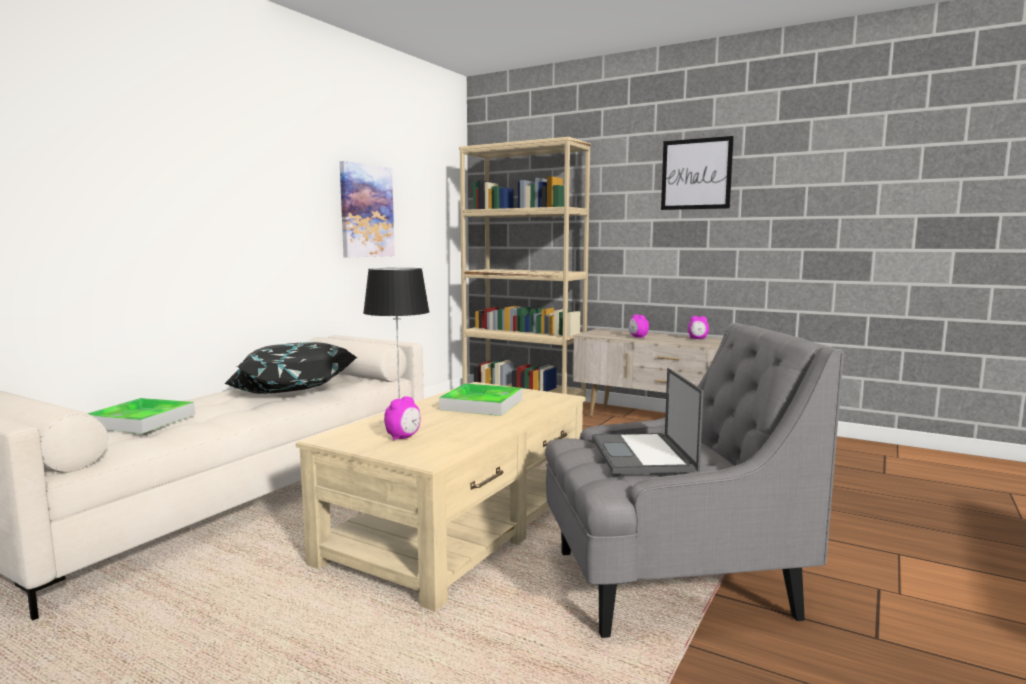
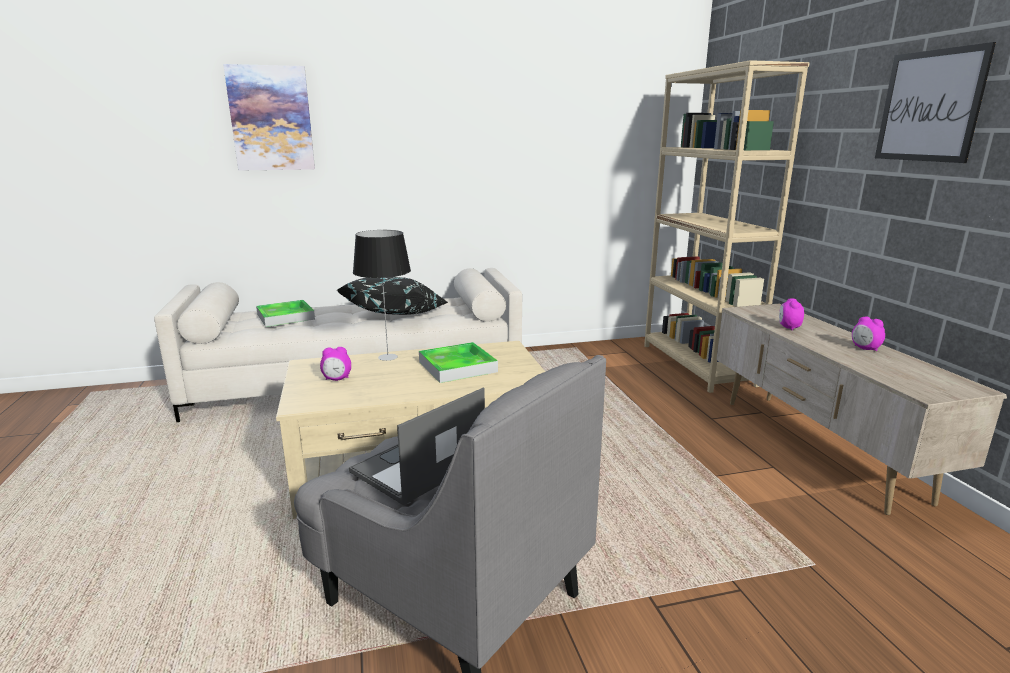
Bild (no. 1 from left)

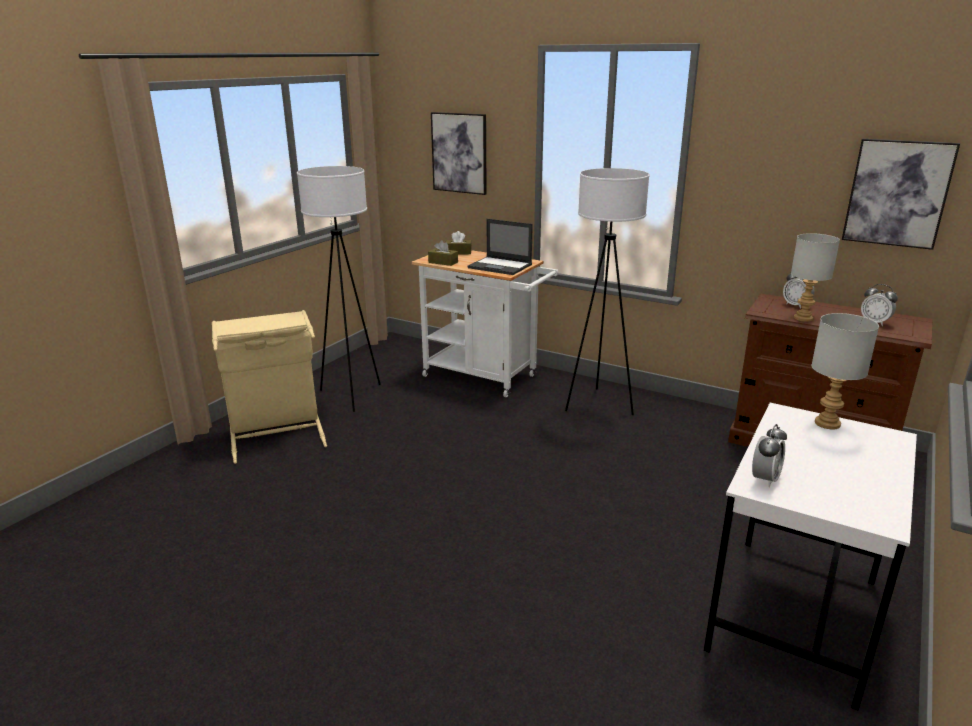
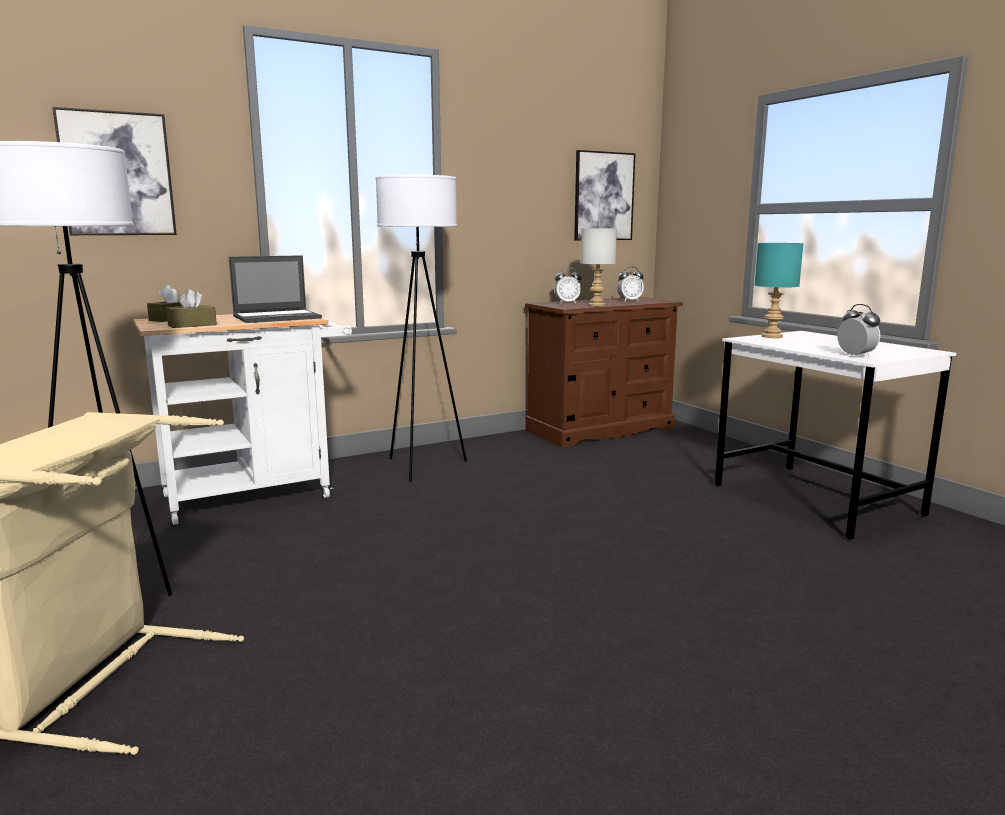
Tischlampe/türkis

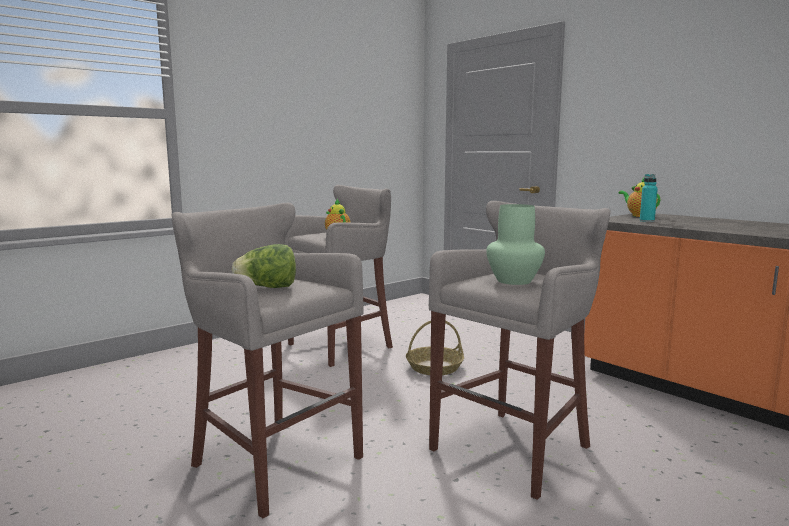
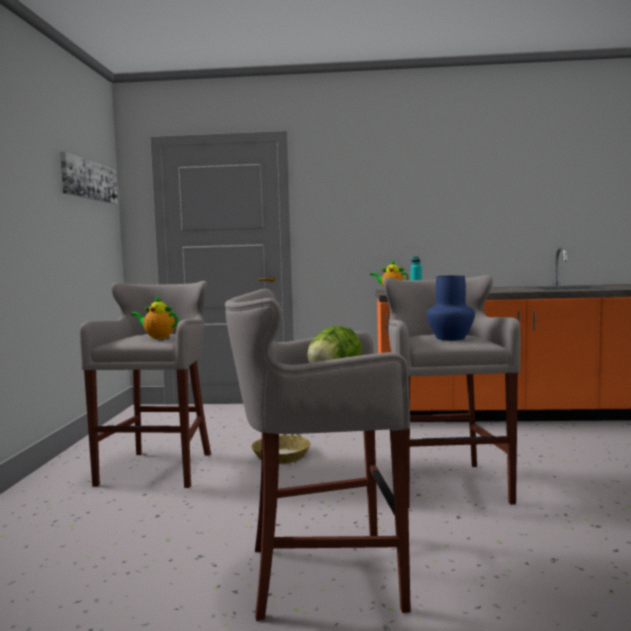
Vase/blau
Bild

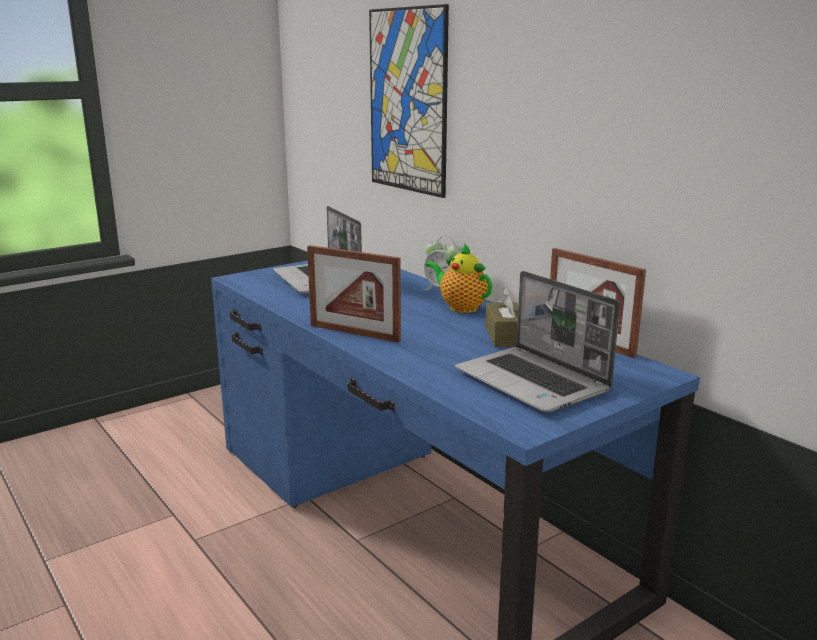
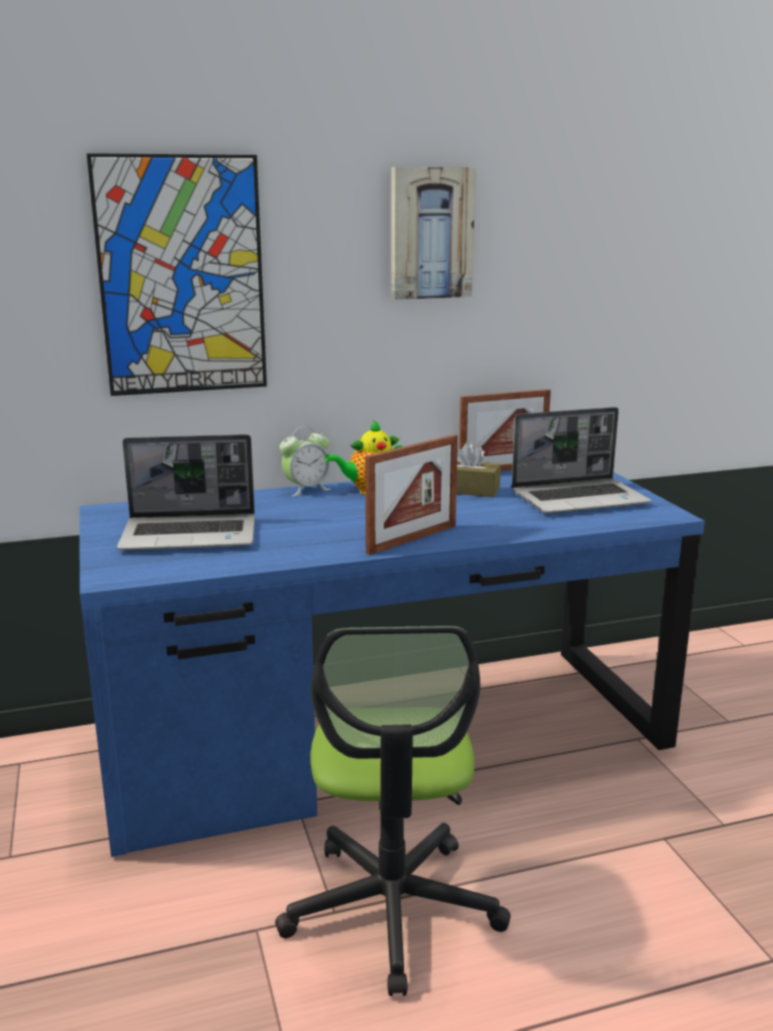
Bild (no. 2 from left)
Bürostuhl

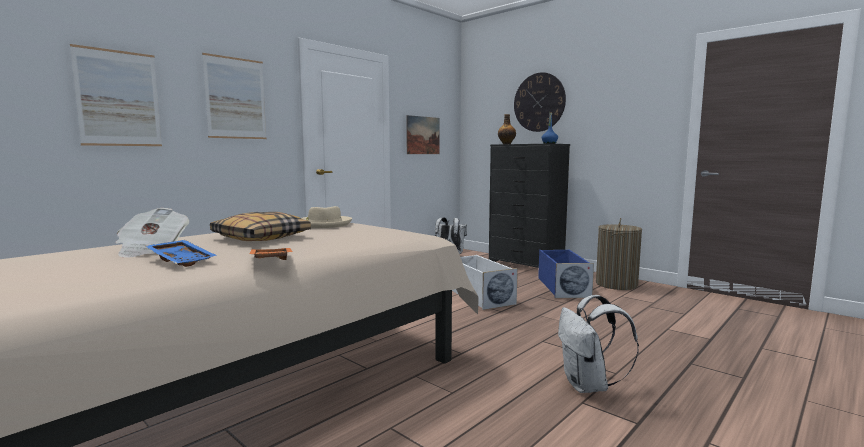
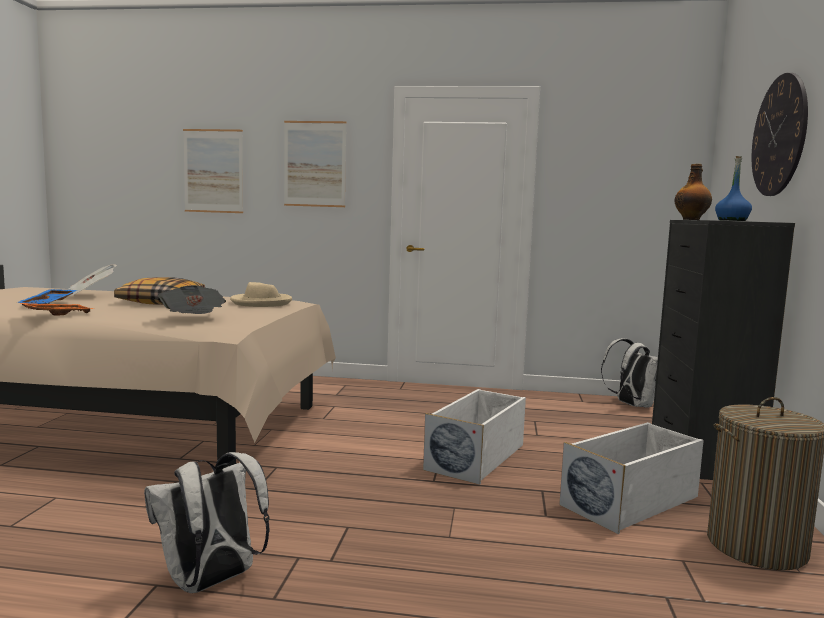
Bild (no. 3 from left in the first image)
Aufbewahrungsbox/weiß (no. 2 from left)
Zeitung (no. 2 from left)

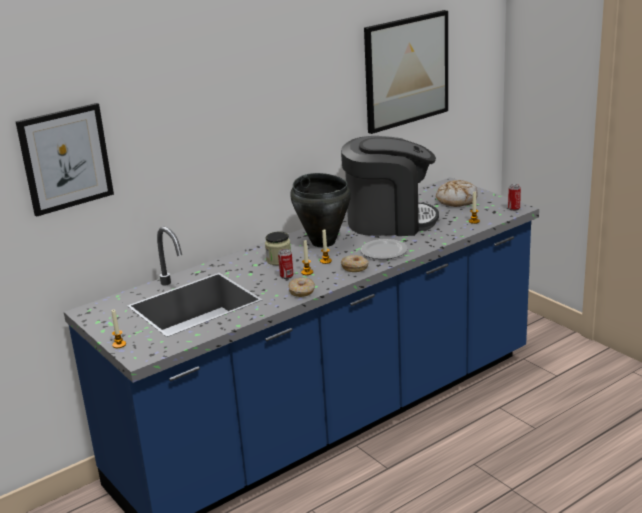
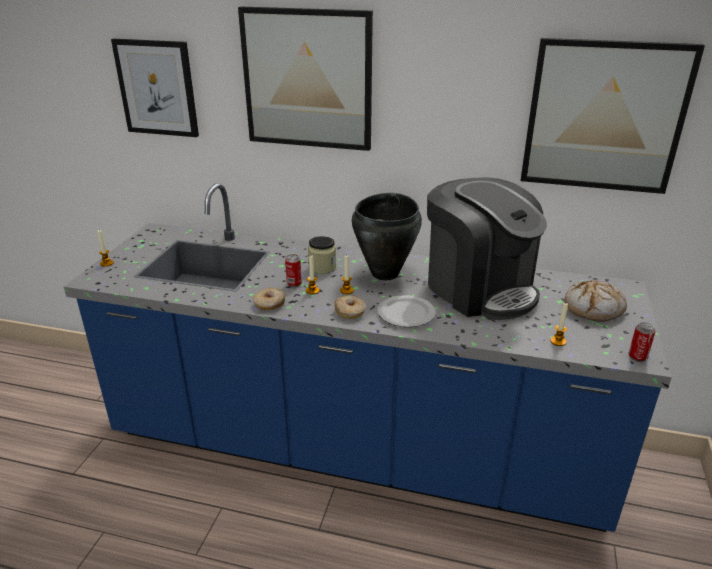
Bild (no. 2 from left)

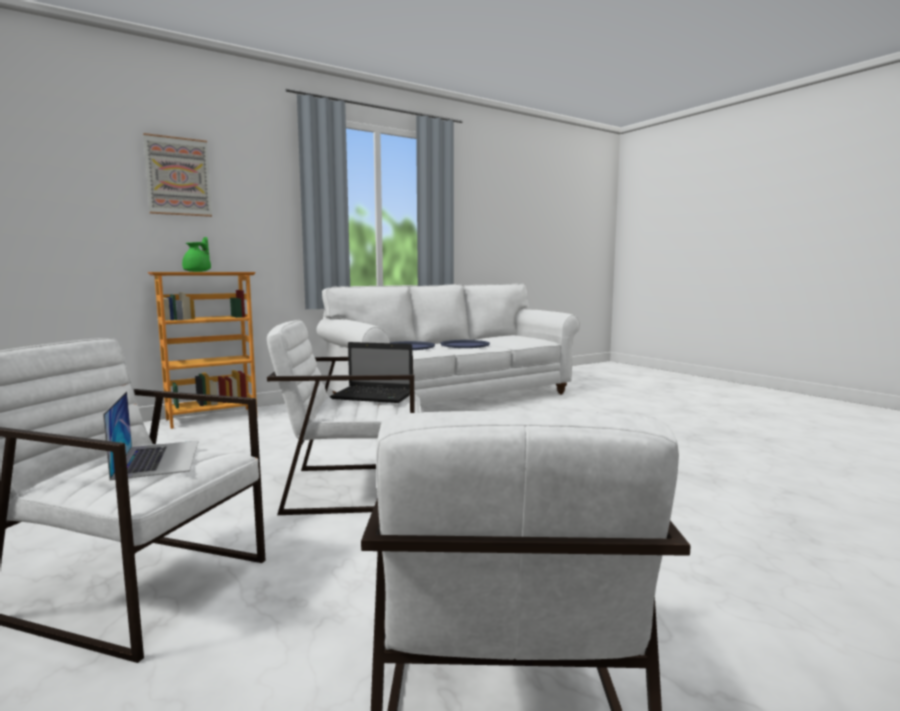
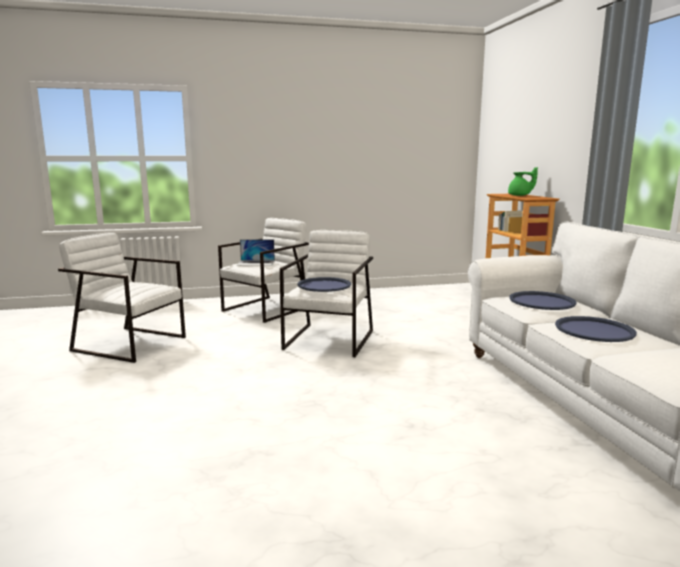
Bild
Tablett/blau (no. 1 from left)

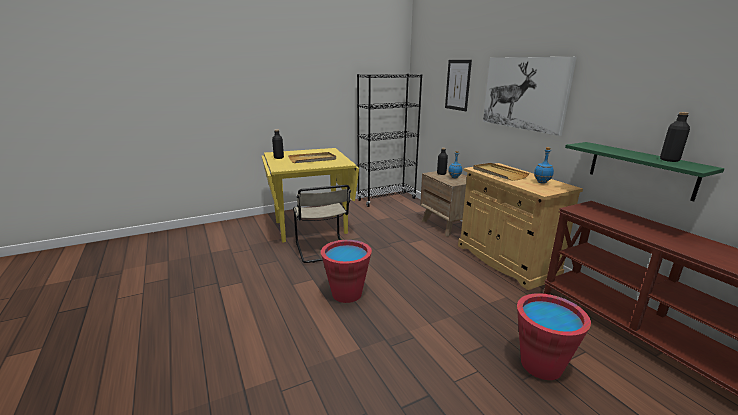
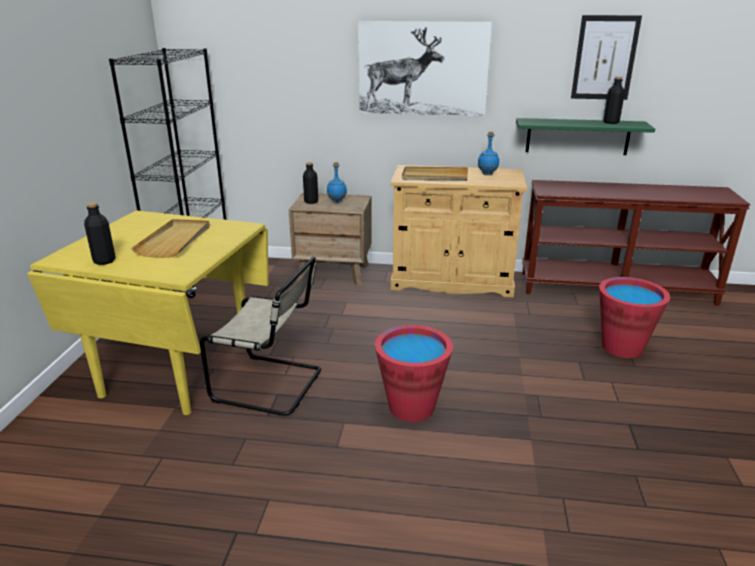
Bild (no. 2 from left)

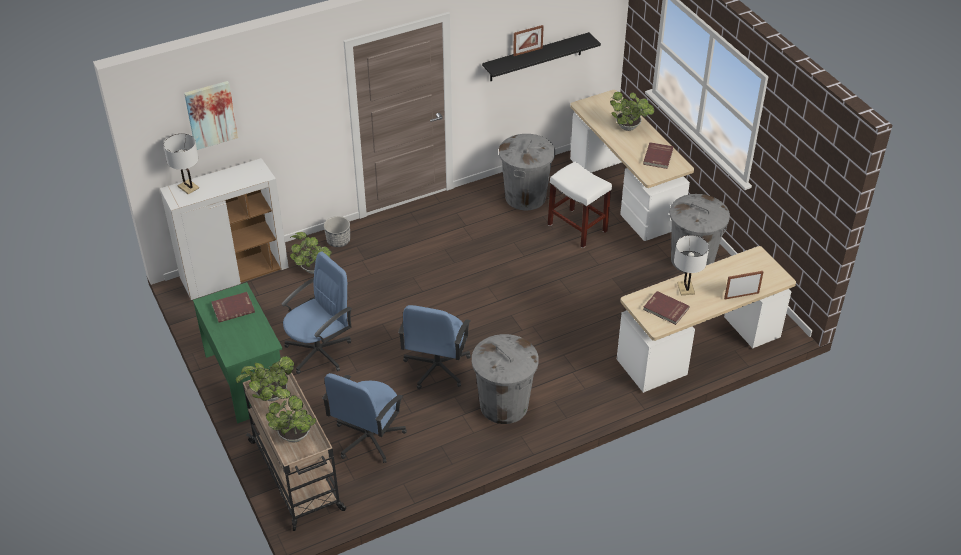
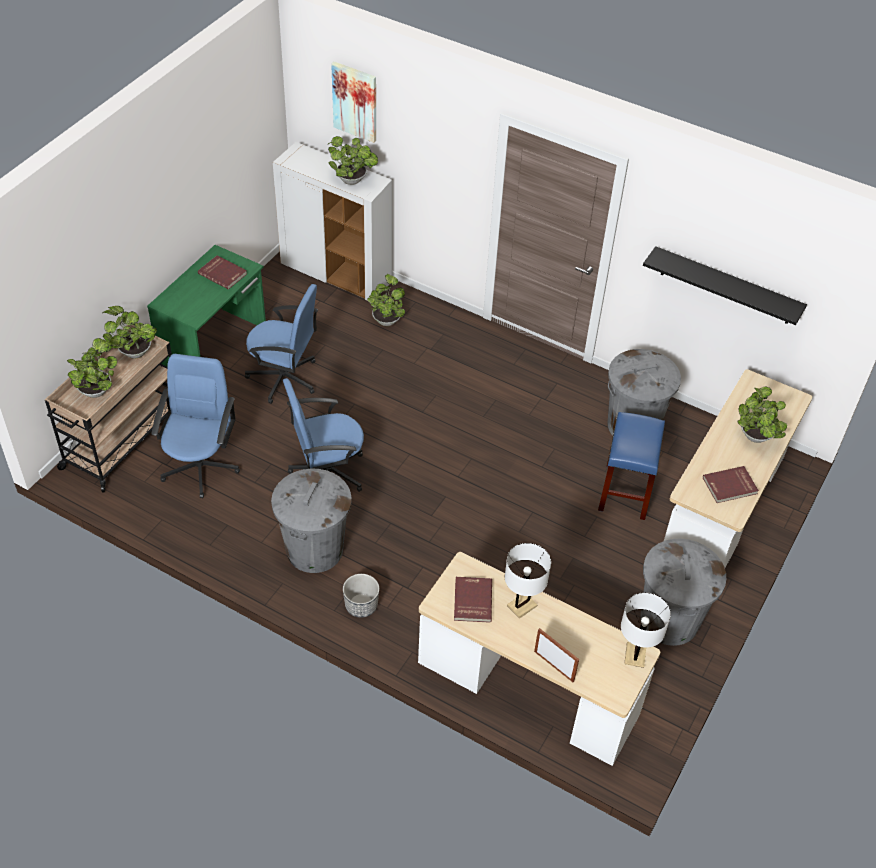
Bilderrahmen (no. 1 from left in the first image)
Tischlampe/weiß (no. 2 from left)
Hocker/blau
Pflanzkübel
Bürostuhl/blau (no. 1 from left)
Topfpflanze (no. 3 from left)

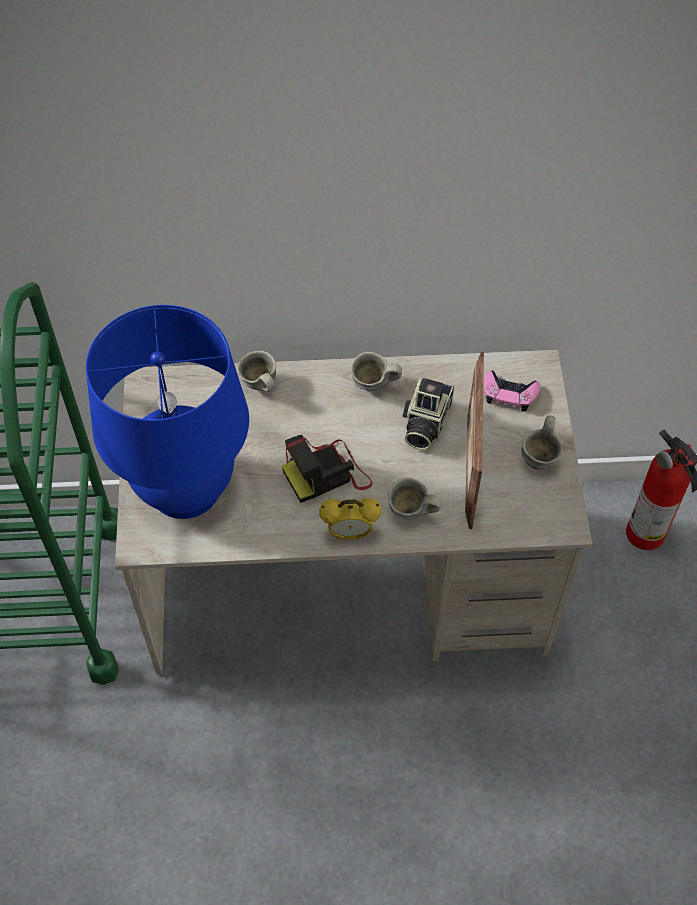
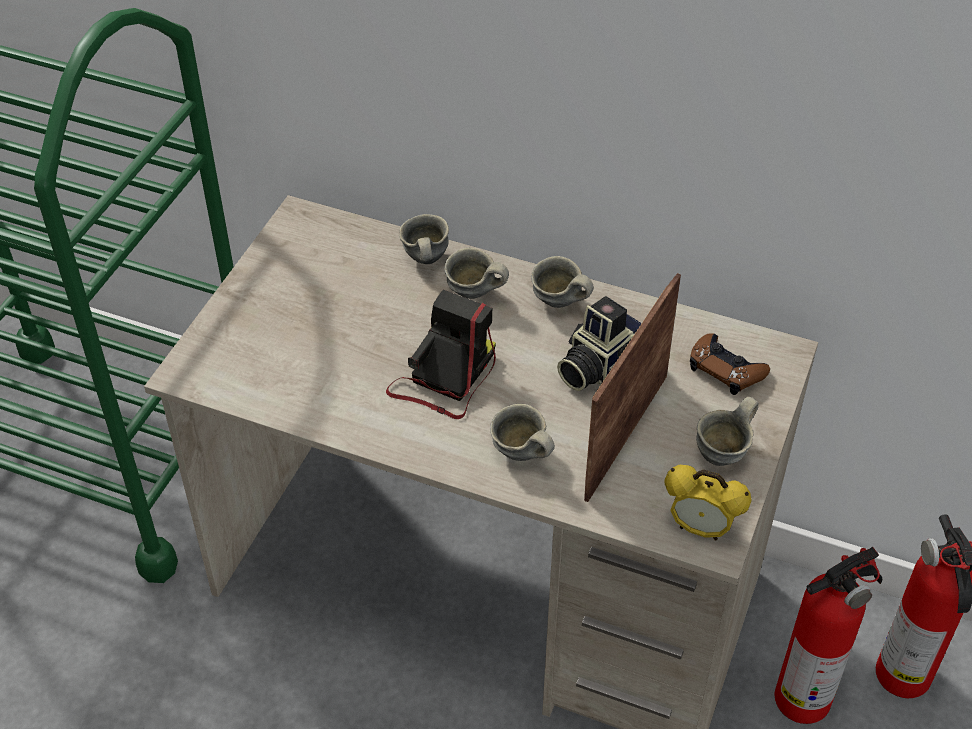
Tischlampe/blau
Gamepad/braun
Kamera (no. 1 from left)
Wecker
Henkelbecher/grau (no. 2 from left)
Feuerlöscher (no. 1 from left)

